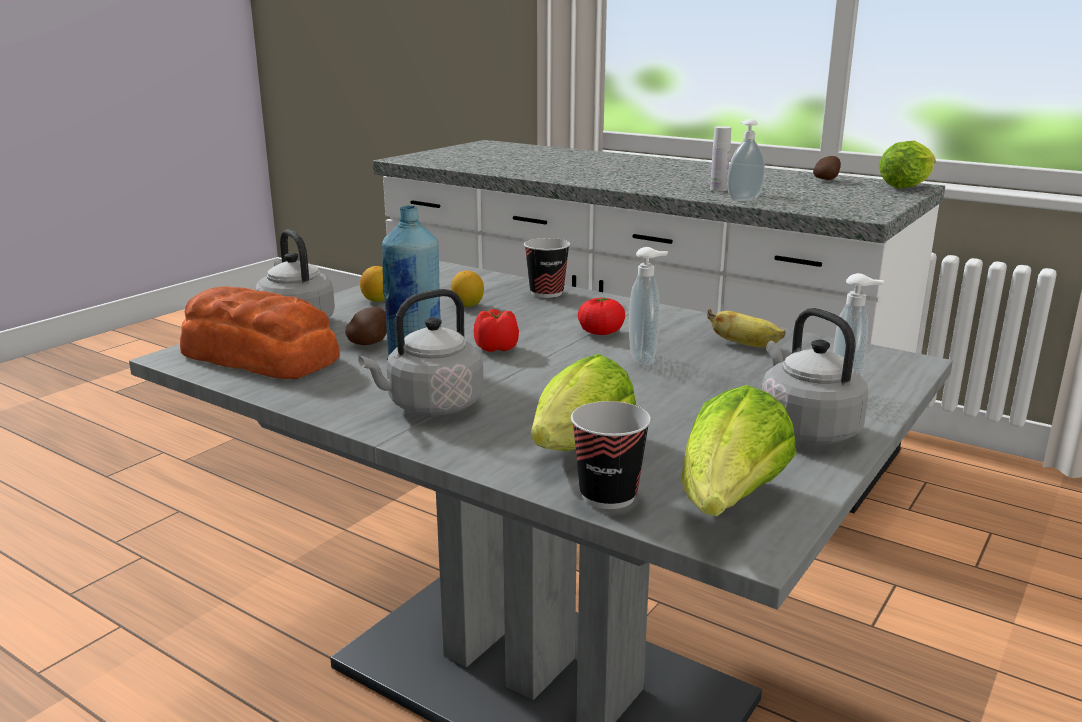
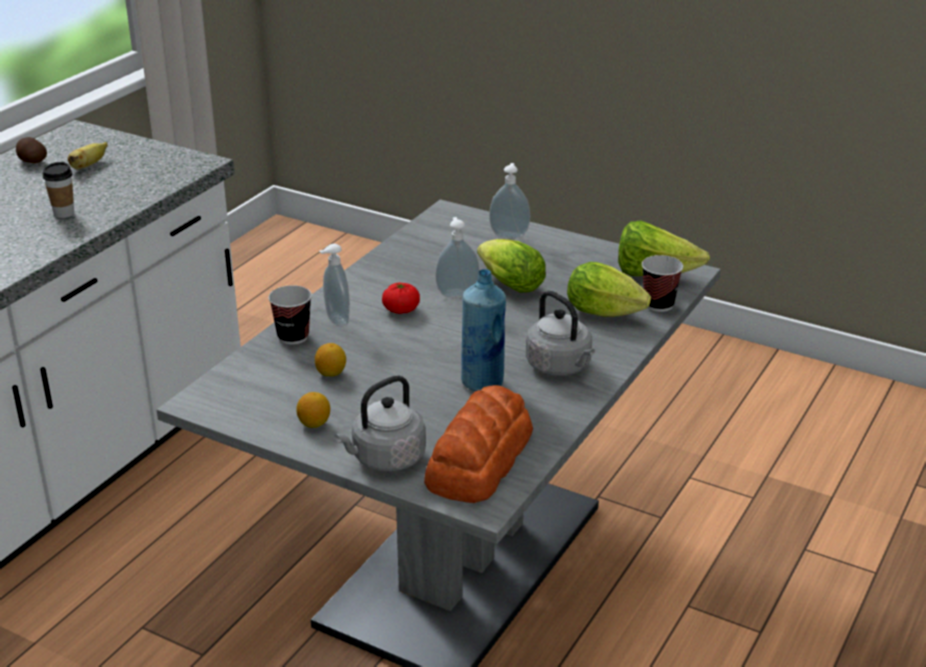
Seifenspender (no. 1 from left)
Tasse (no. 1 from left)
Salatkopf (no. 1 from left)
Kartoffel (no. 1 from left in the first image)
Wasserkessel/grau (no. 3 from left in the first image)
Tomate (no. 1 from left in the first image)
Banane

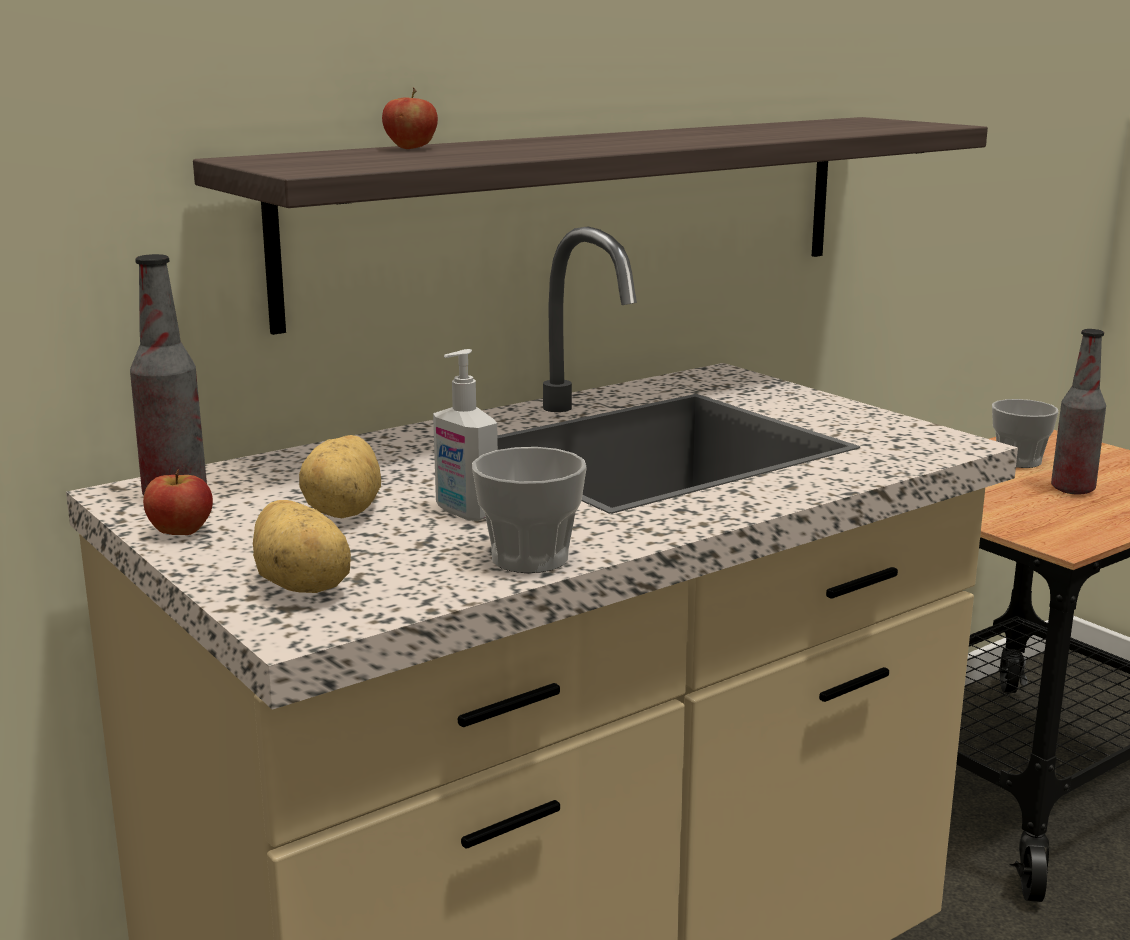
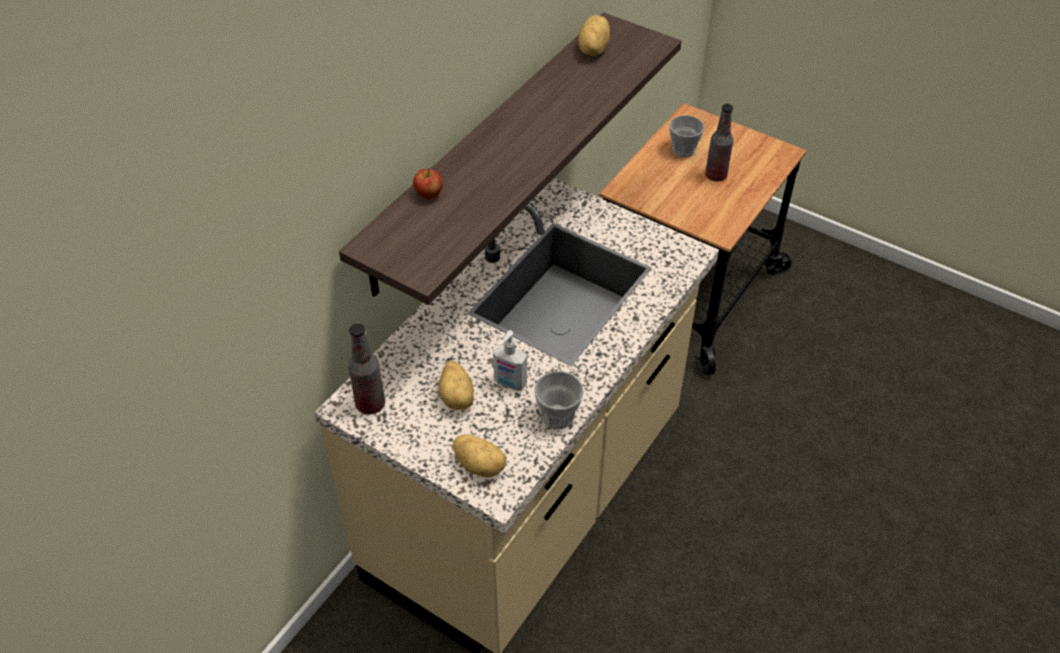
Apfel (no. 1 from left in the first image)
Kartoffel (no. 3 from left)

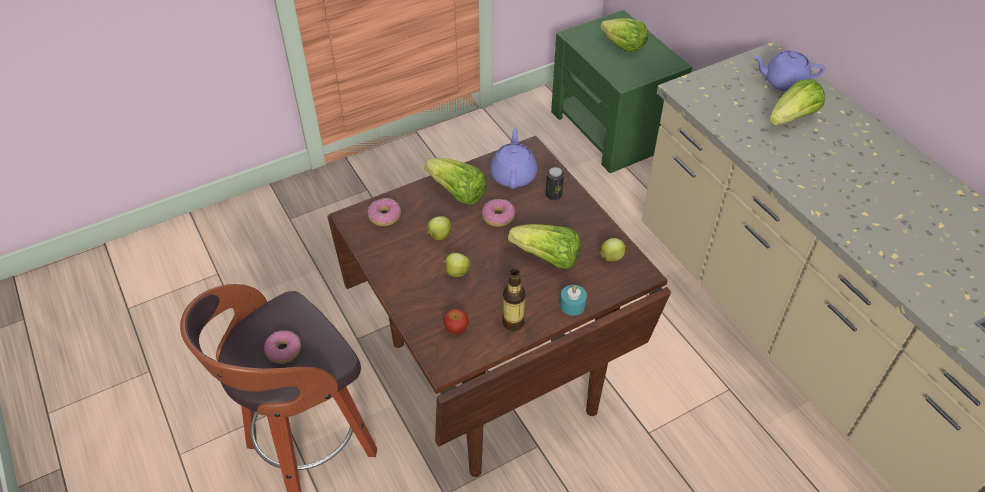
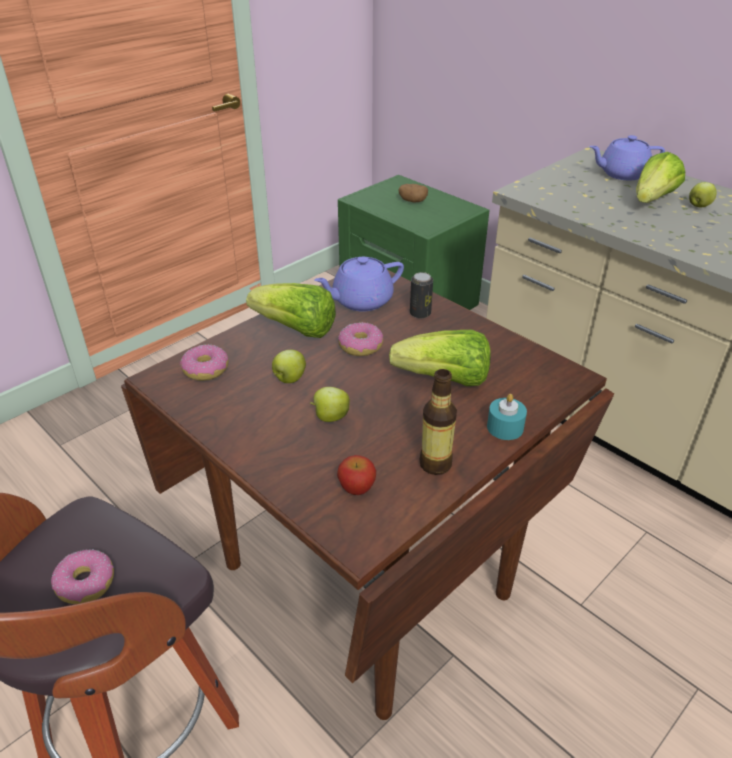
Kartoffel
Teekanne/lila (no. 1 from left)
Apfel (no. 4 from left)

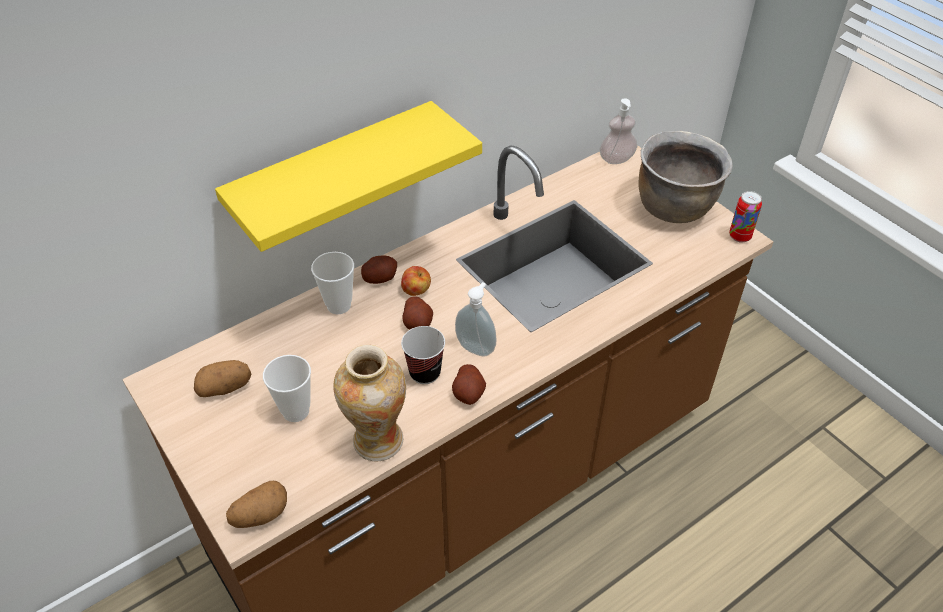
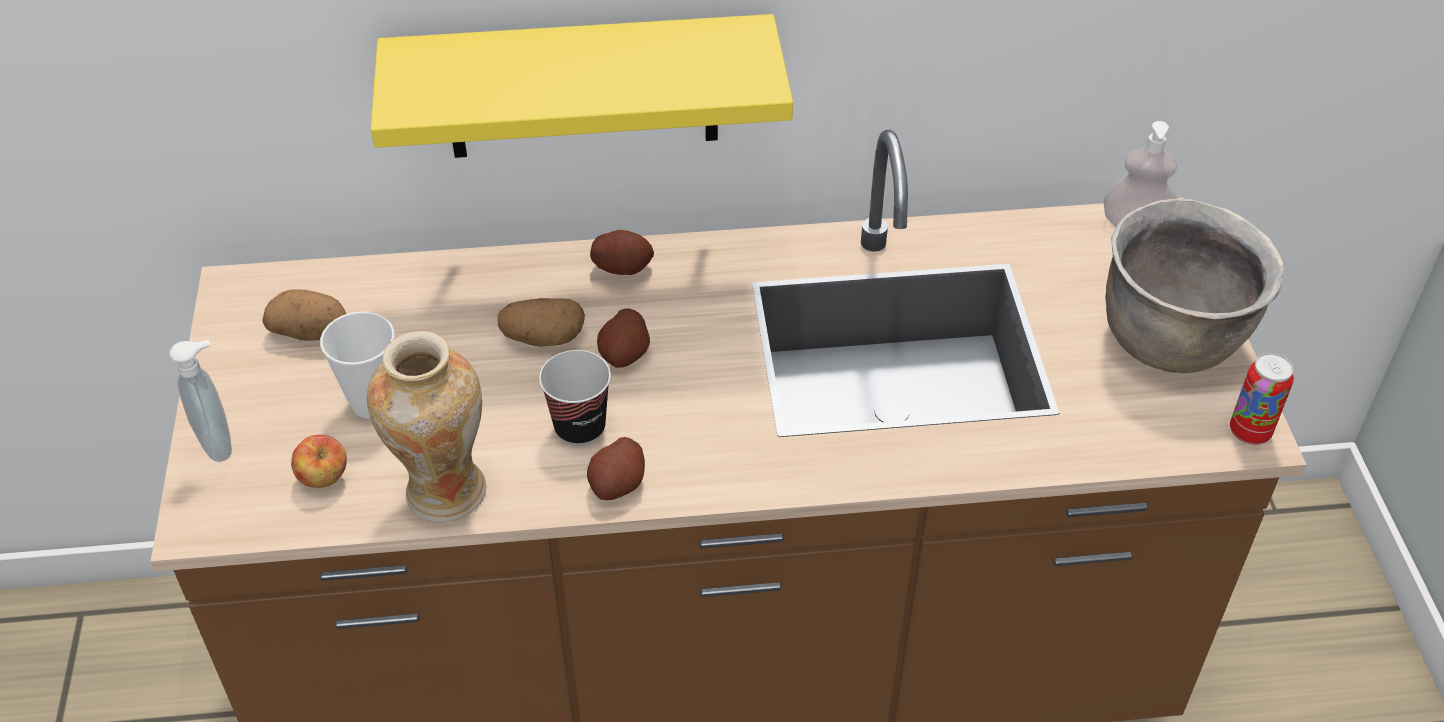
Tasse (no. 2 from left in the first image)
Apfel
Seifenspender (no. 1 from left)
Kartoffel (no. 2 from left)

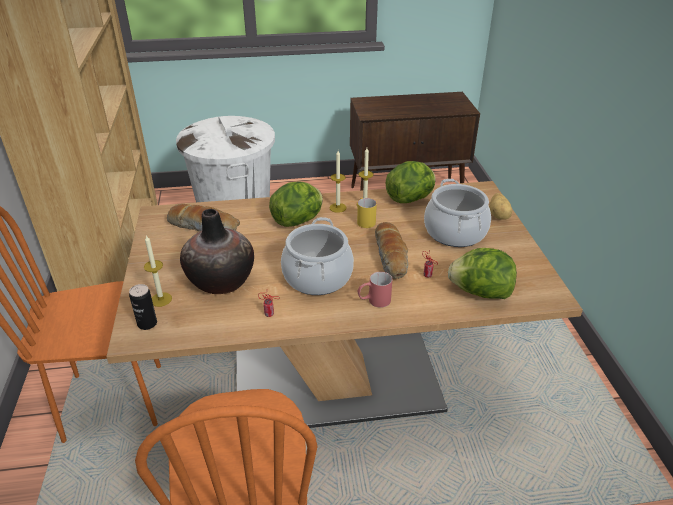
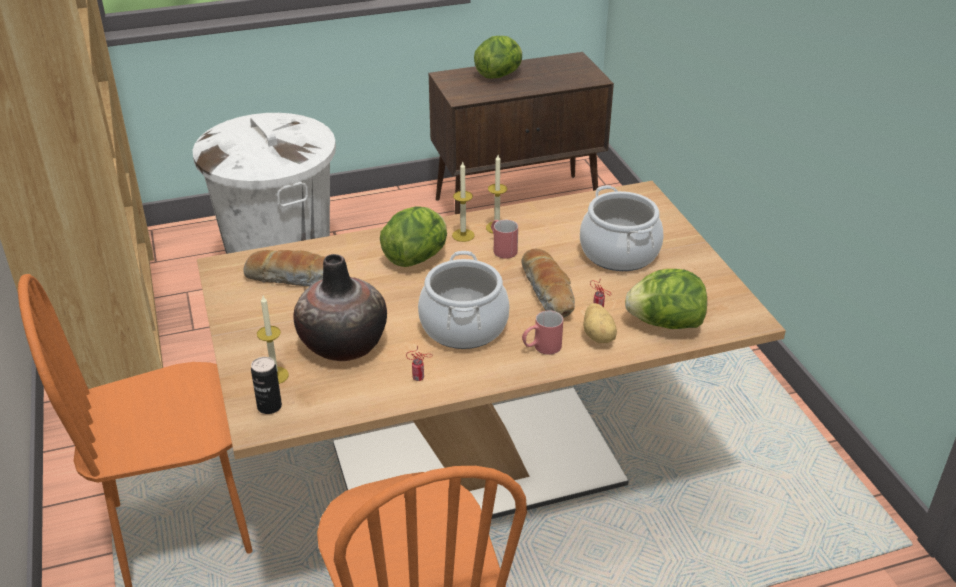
Salatkopf (no. 2 from left)
Kartoffel
Henkelbecher/rot (no. 1 from left)

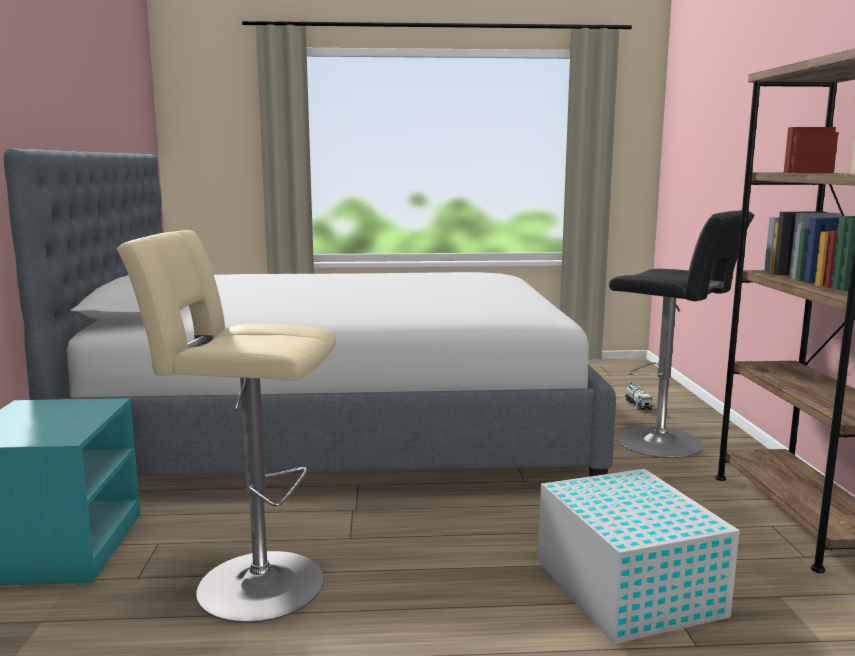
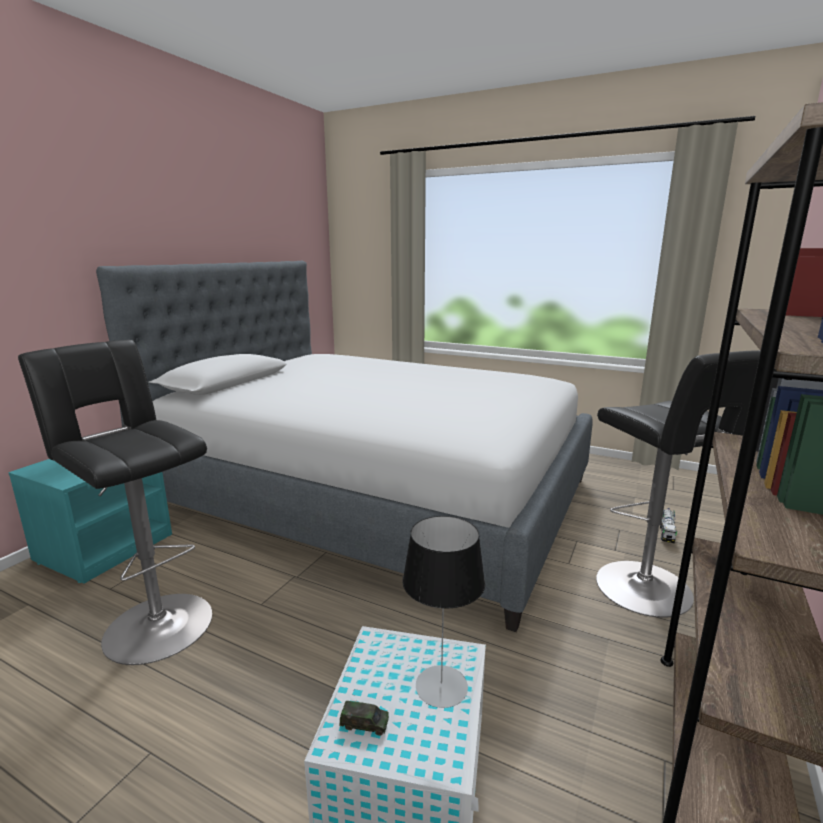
Hocker/schwarz (no. 1 from left)
Tischlampe
Spielzeugauto

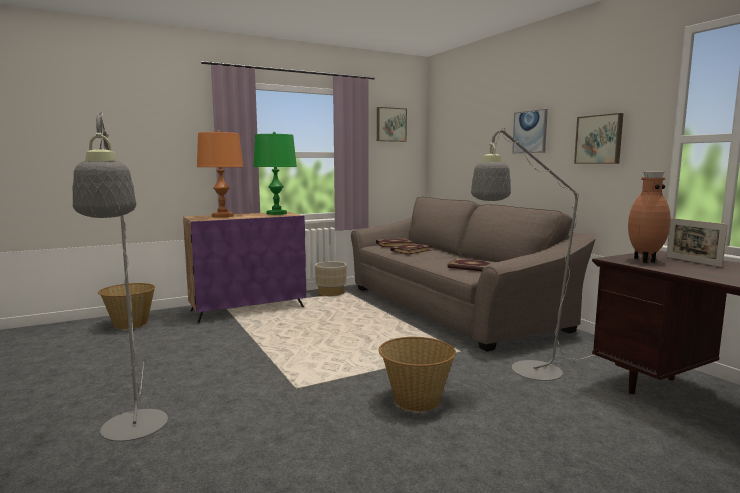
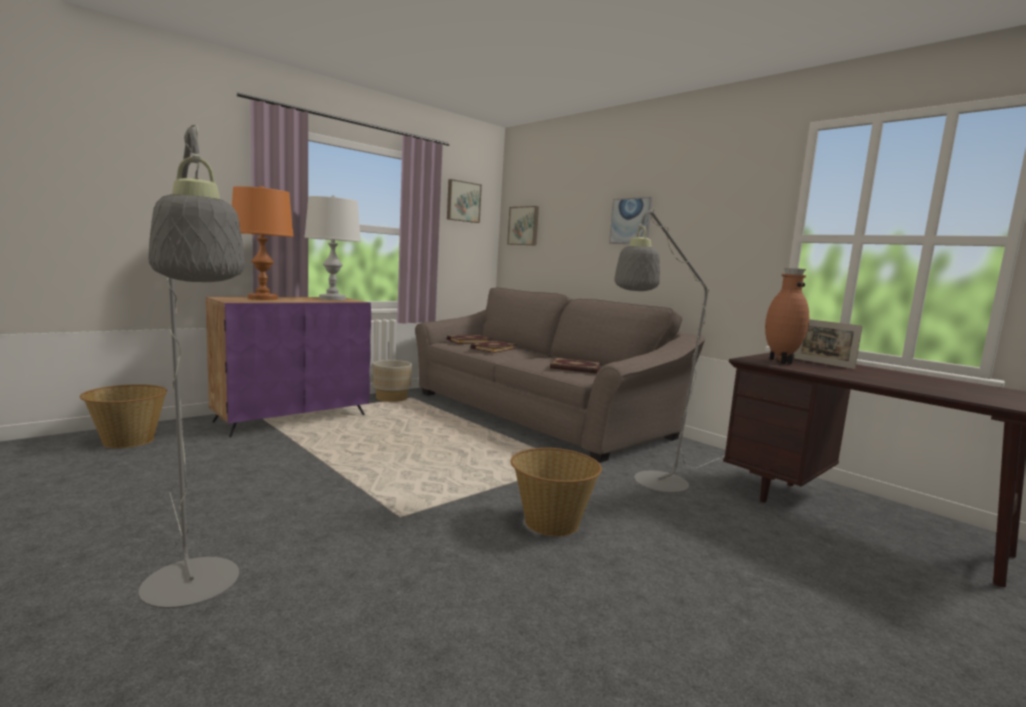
Bild (no. 2 from left)
Tischlampe/weiß

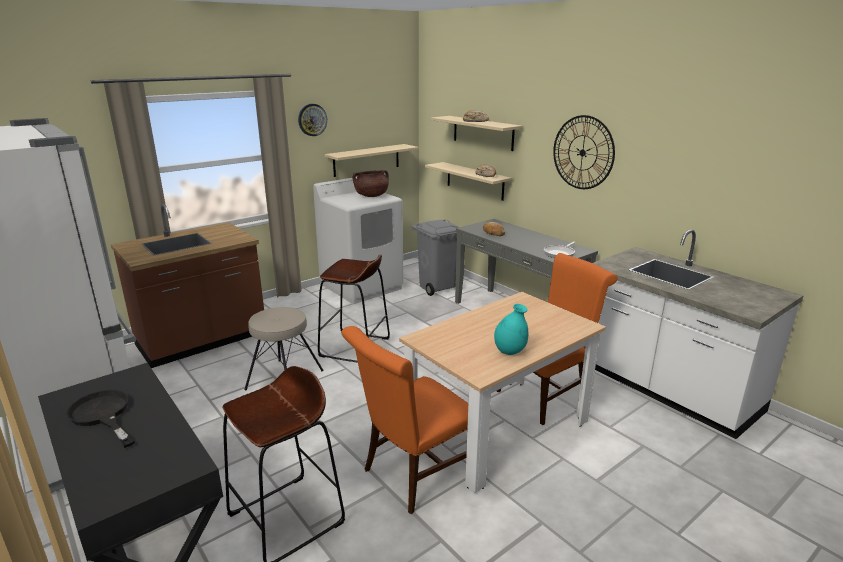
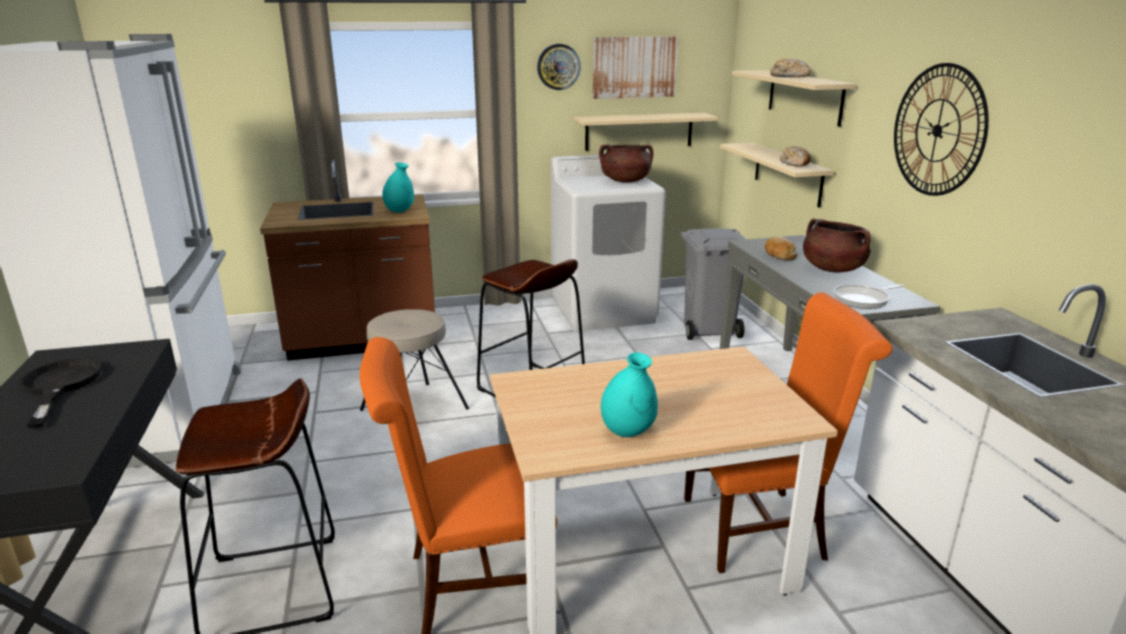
Bild
Vase/türkis (no. 1 from left)
Kochtopf/braun (no. 2 from left)

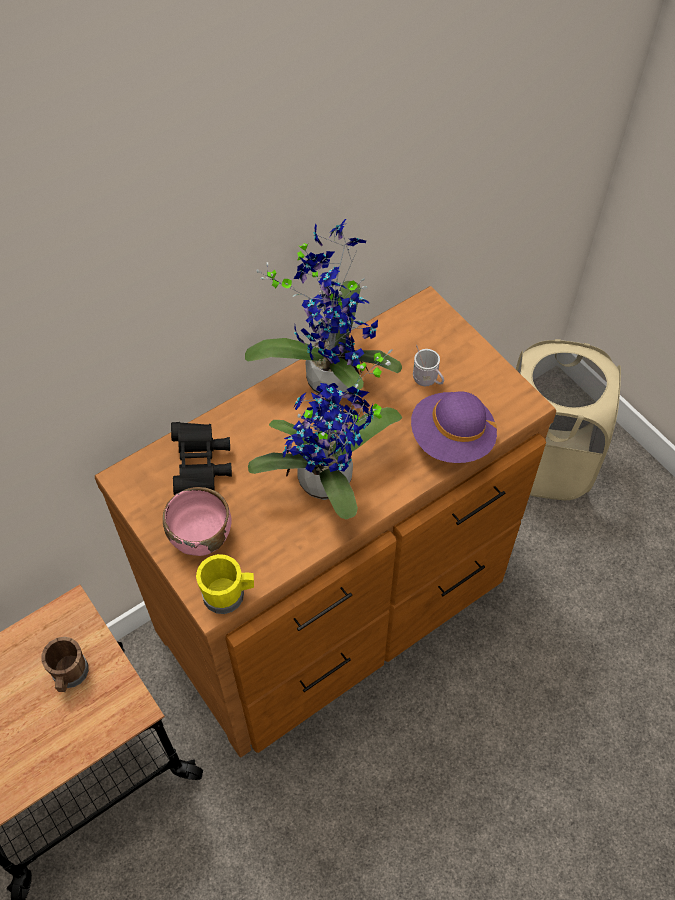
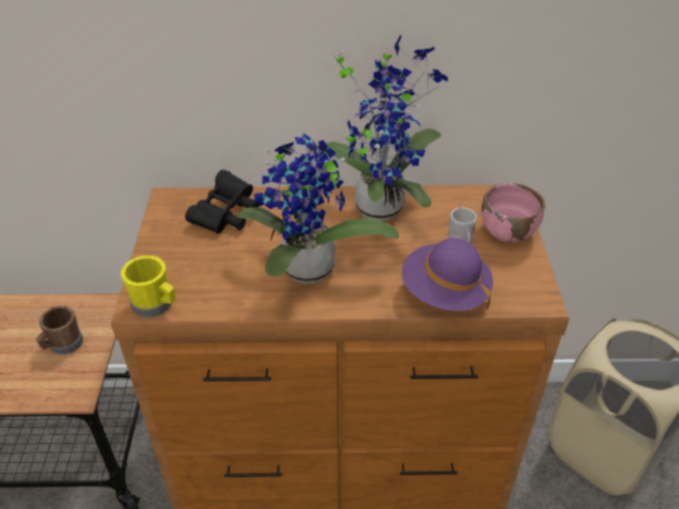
Schüssel/rosa

